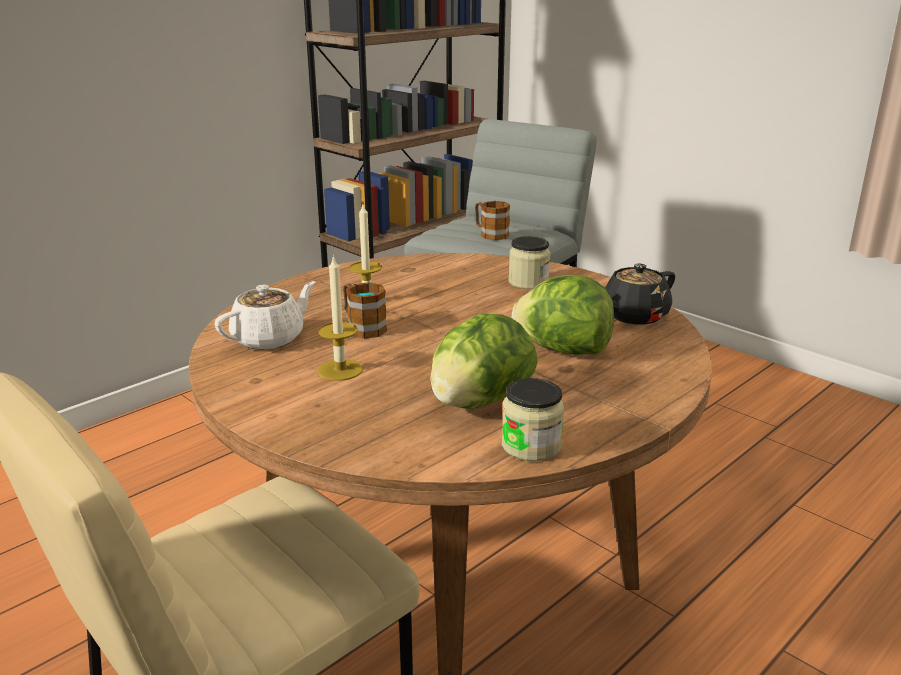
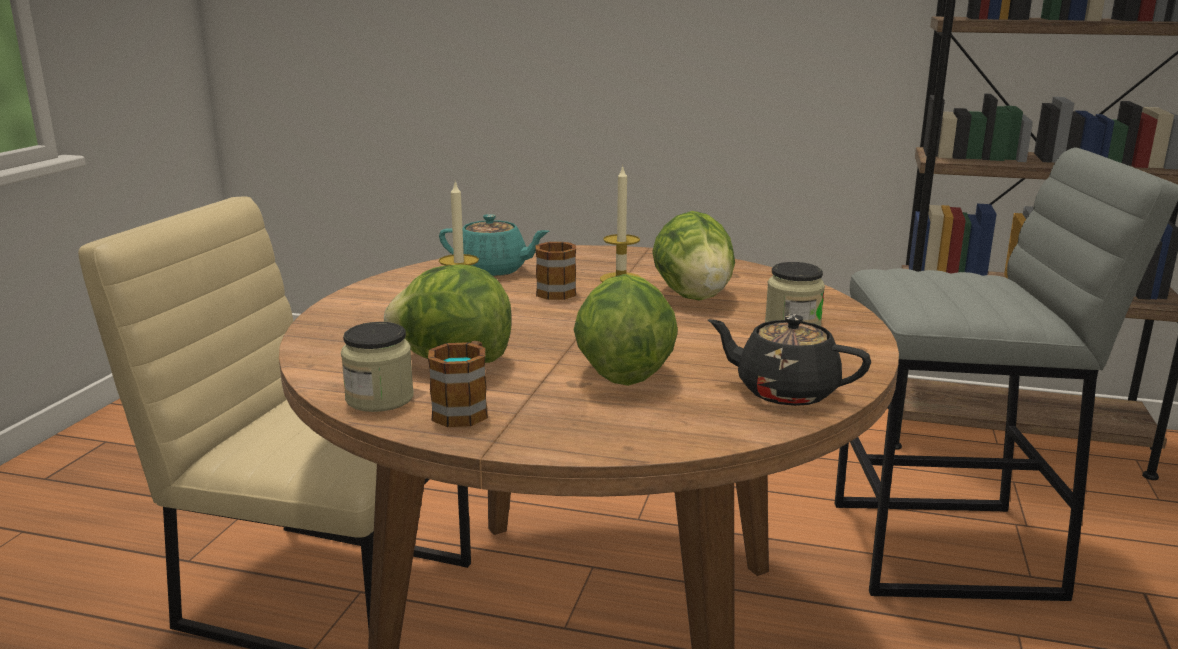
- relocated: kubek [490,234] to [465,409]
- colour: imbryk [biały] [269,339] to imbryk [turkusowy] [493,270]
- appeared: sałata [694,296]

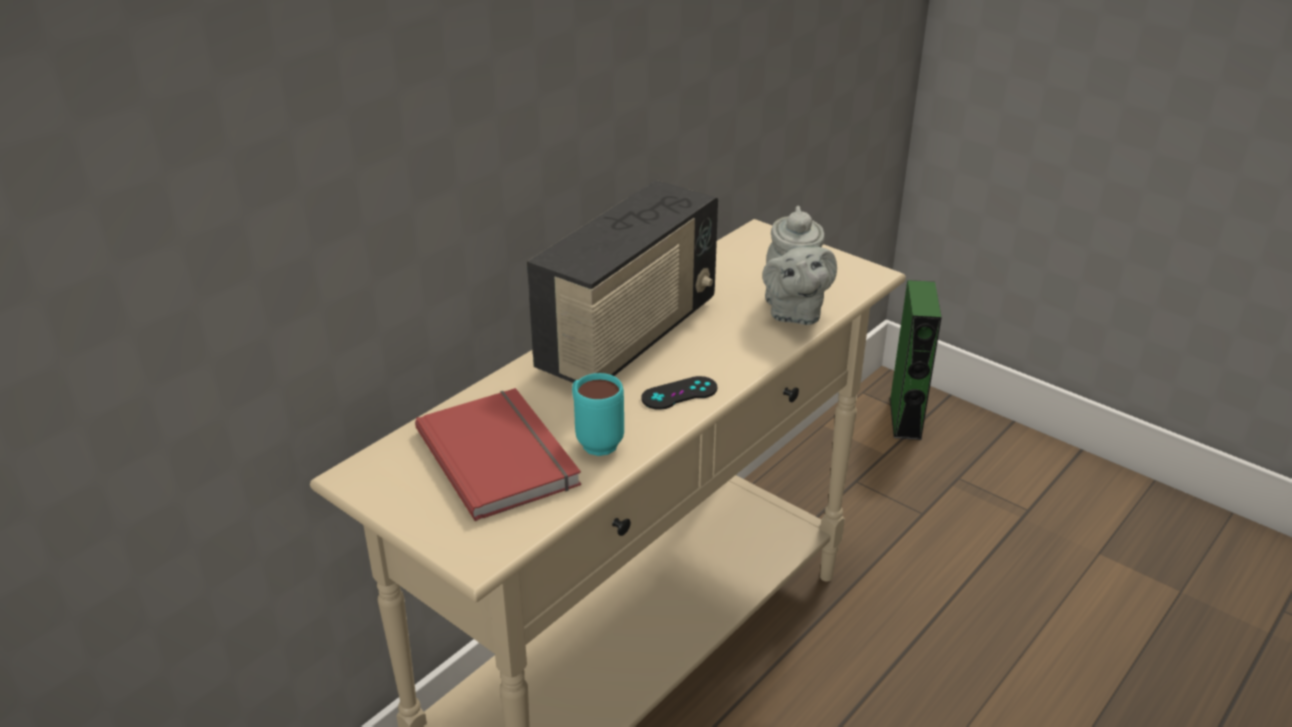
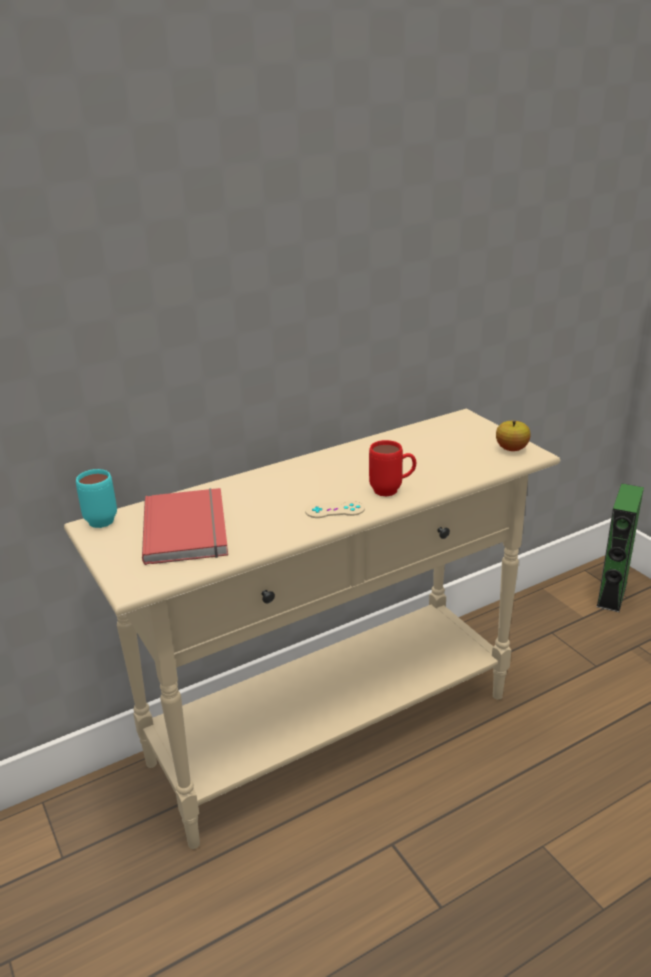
- missing: radio [629,337]
- missing: imbryk [szary] [793,312]
- relocated: kubek [turkusowy] [594,441] to [101,518]
- colour: pad do gier [czarny] [679,393] to pad do gier [beżowy] [335,510]
- appeared: jabłko [511,449]
- appeared: kubek [czerwony] [392,491]

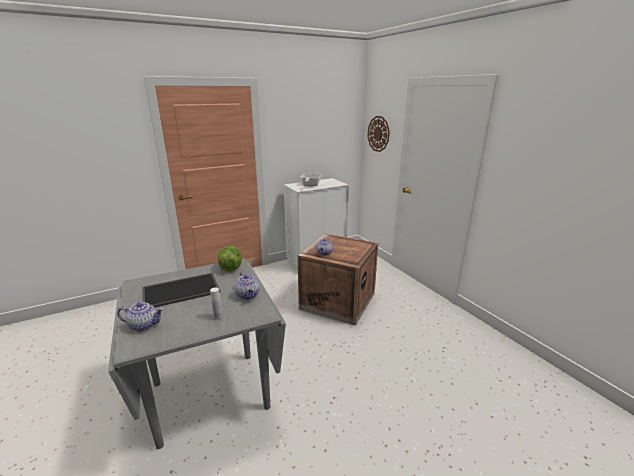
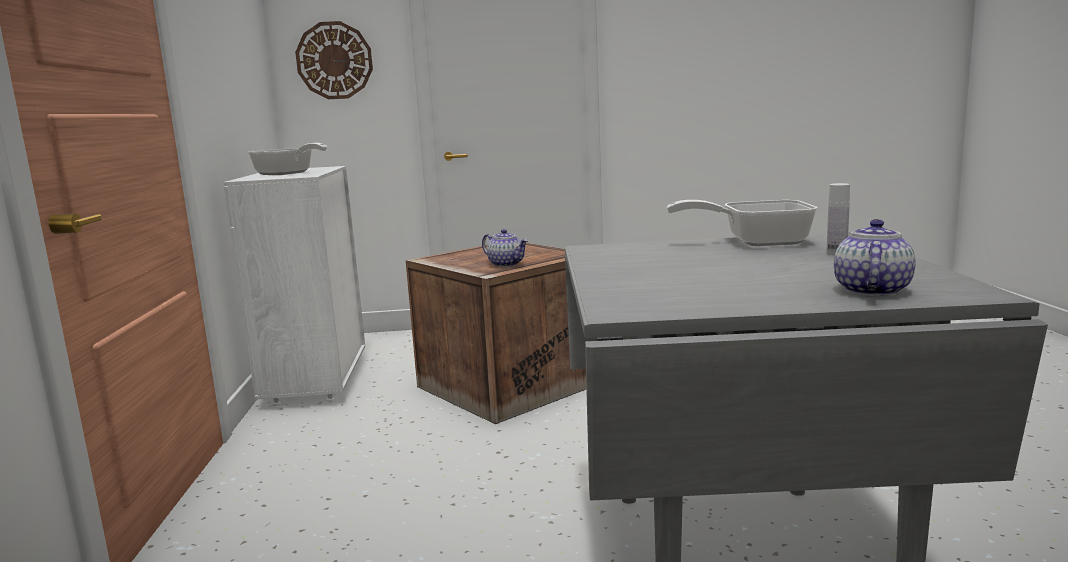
- missing: sałata [230,267]
- exchanged: imbryk [248,295] to patelnia [755,242]
- missing: taca [181,290]

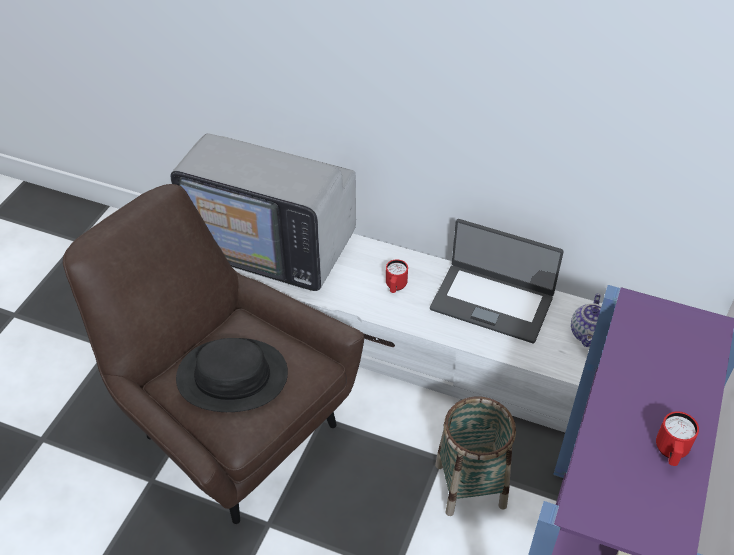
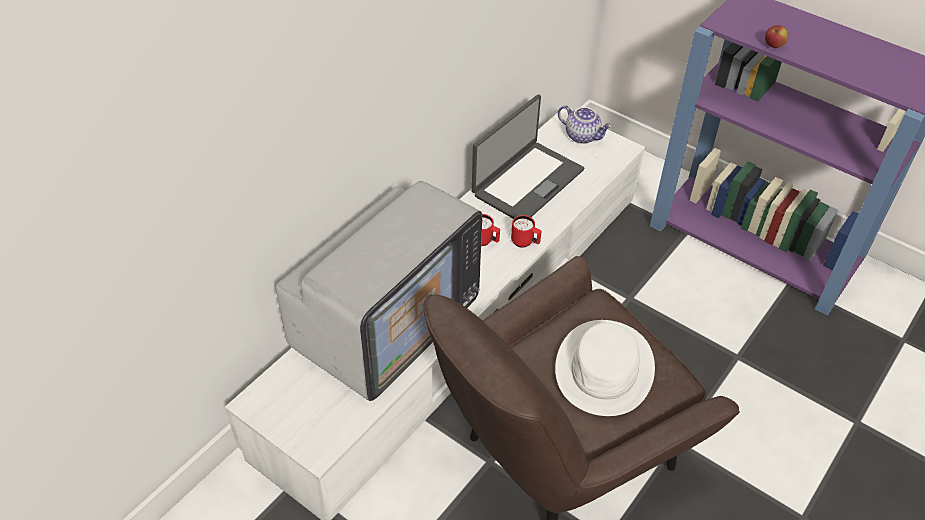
- colour: kapelusz [czarny] [232,377] to kapelusz [biały] [604,368]
- missing: koszyk [470,485]
- relocated: kubek [czerwony] [670,452] to [525,243]
- appeared: jabłko [773,46]

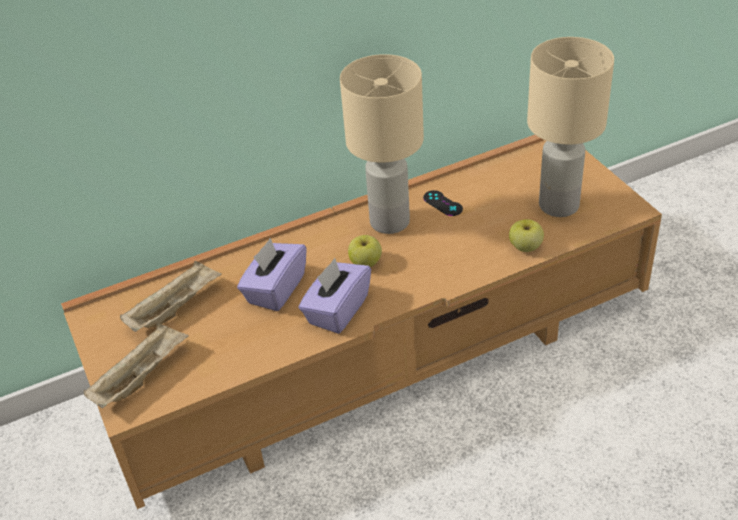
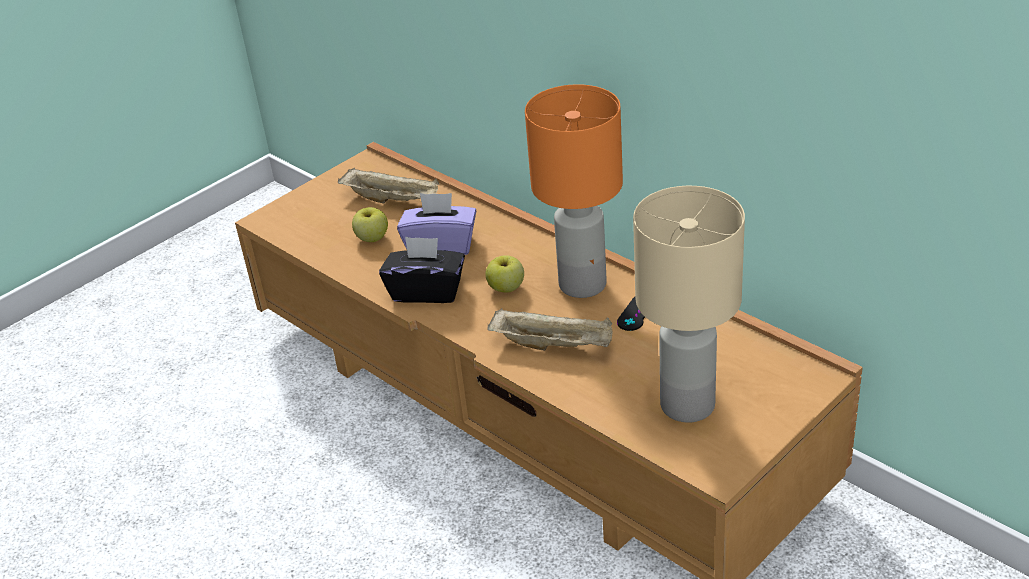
- colour: lampa stołowa [beżowy] [388,222] to lampa stołowa [pomarańczowy] [581,284]
- relocated: jabłko [525,247] to [372,238]
- colour: pudełko chusteczek [fioletowy] [337,310] to pudełko chusteczek [czarny] [427,291]
- relocated: taca [beżowy] [141,376] to [554,345]

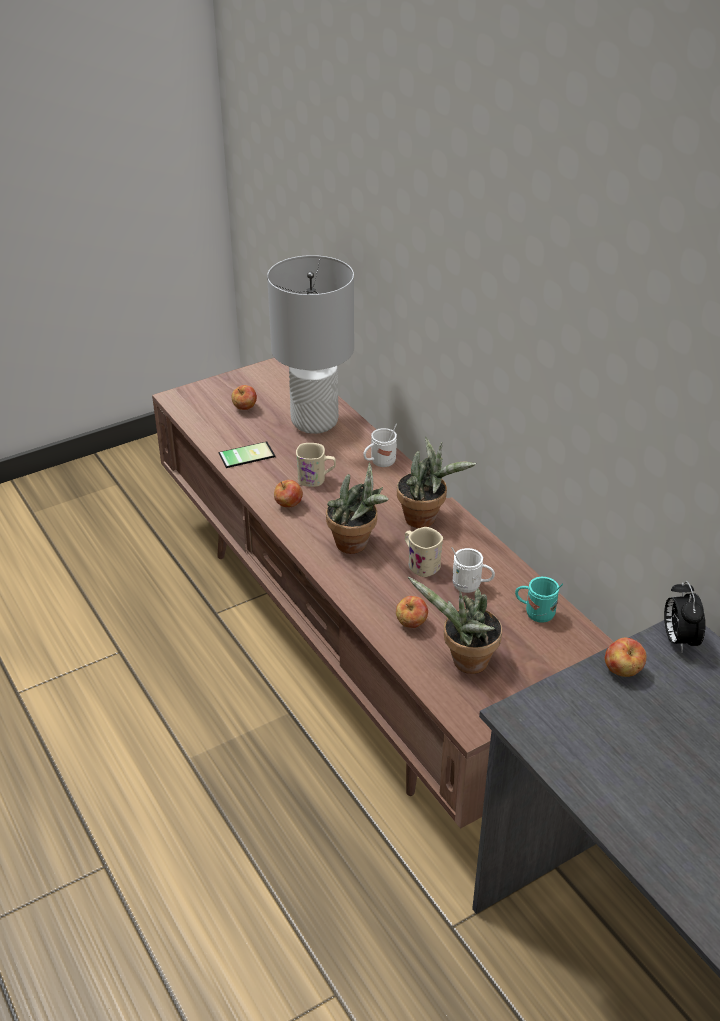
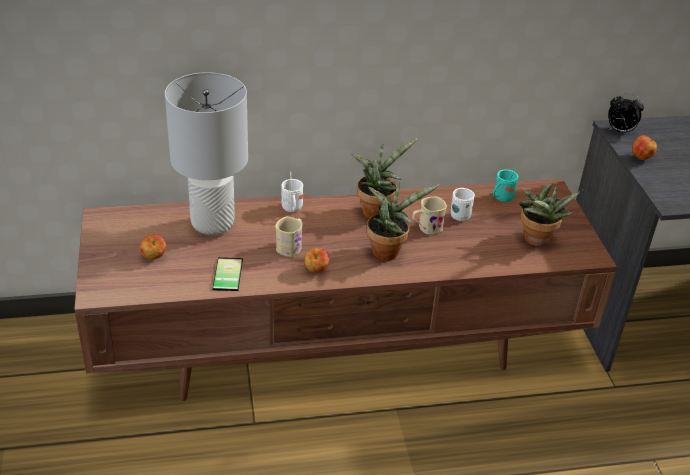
- missing: jabłko [411,624]

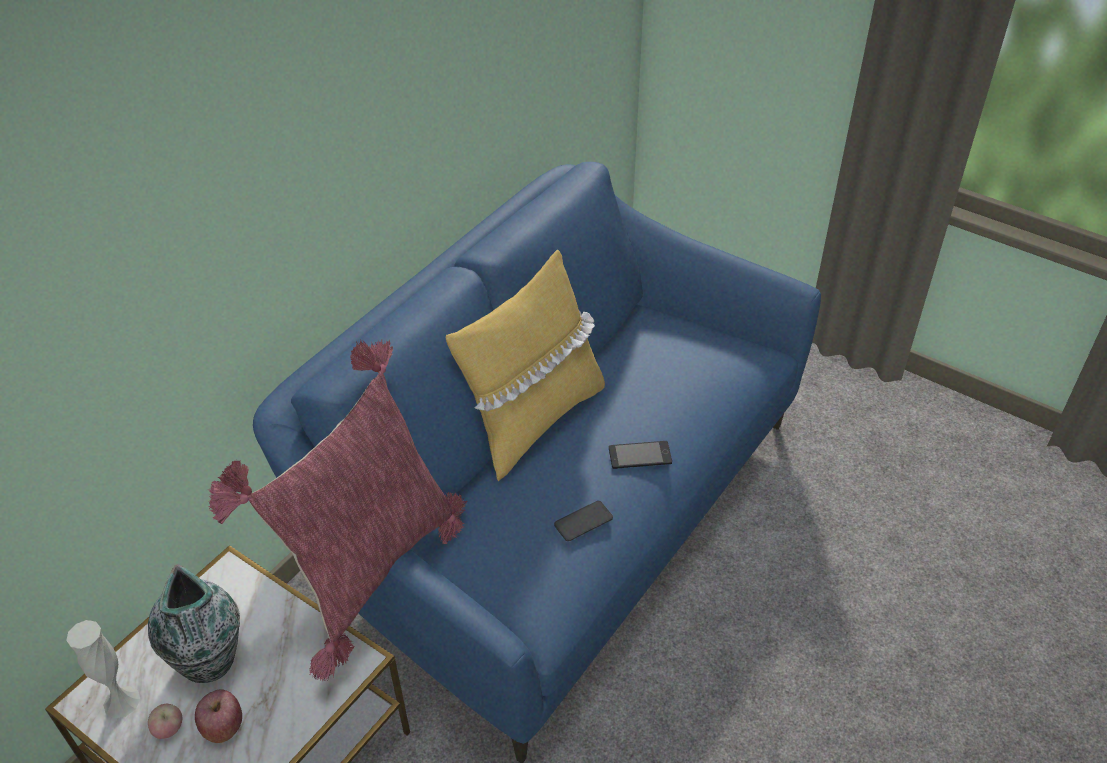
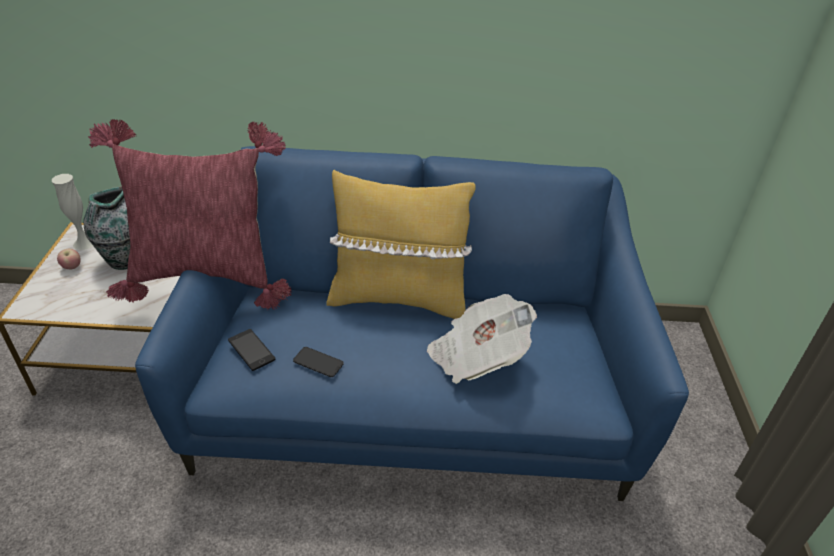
- relocated: telefon [640,455] to [251,350]
- missing: jabłko [223,727]
- appeared: gazeta [477,356]

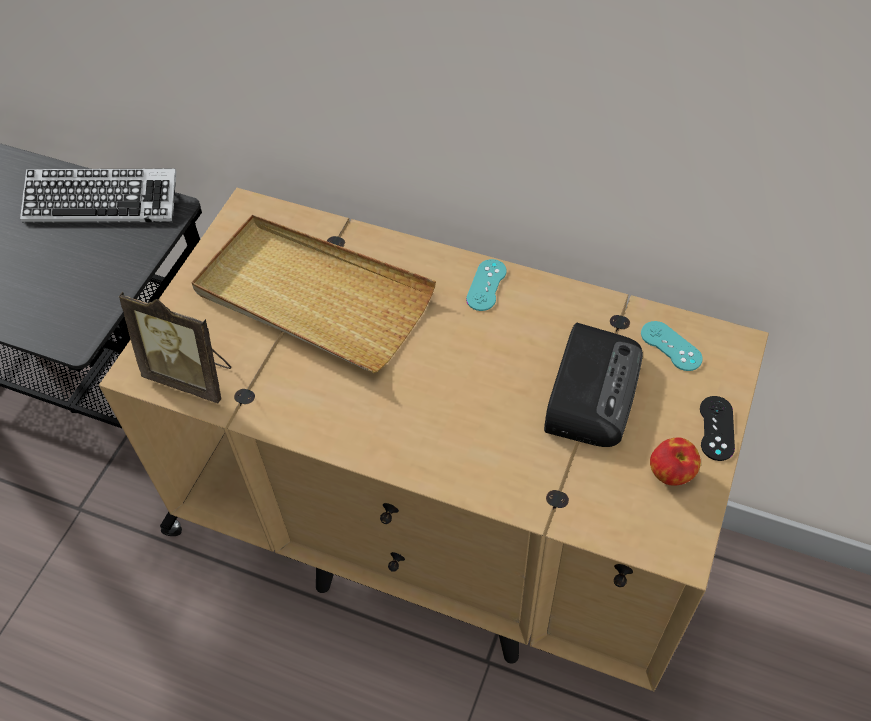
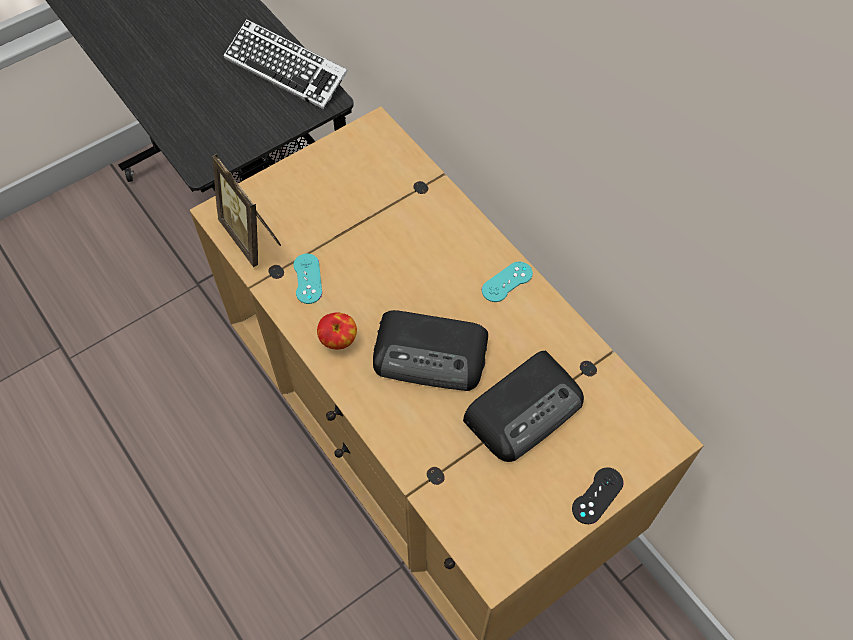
- missing: taca [beżowy] [312,297]
- relocated: pad do gier [turkusowy] [671,346] to [307,278]
- relocated: jabłko [671,473] to [338,340]
- appeared: radio [432,355]

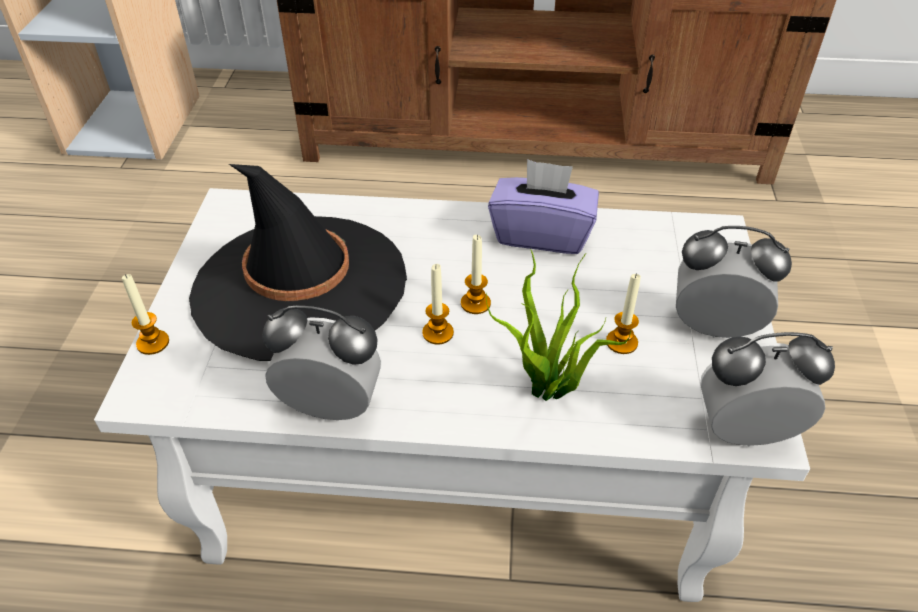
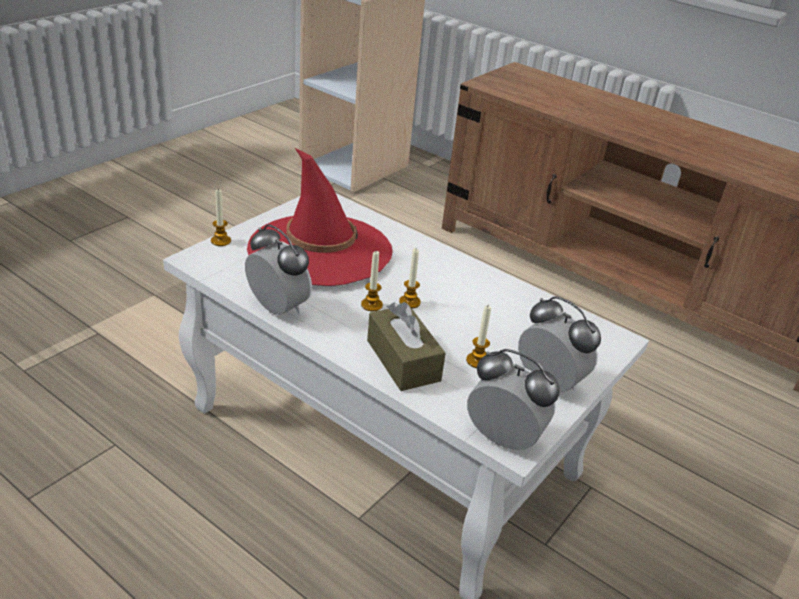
- missing: pudełko chusteczek [fioletowy] [541,234]
- colour: kapelusz [czarny] [299,286] to kapelusz [czerwony] [320,250]
- exchanged: roślina doniczkowa [547,392] to pudełko chusteczek [brązowy] [403,360]

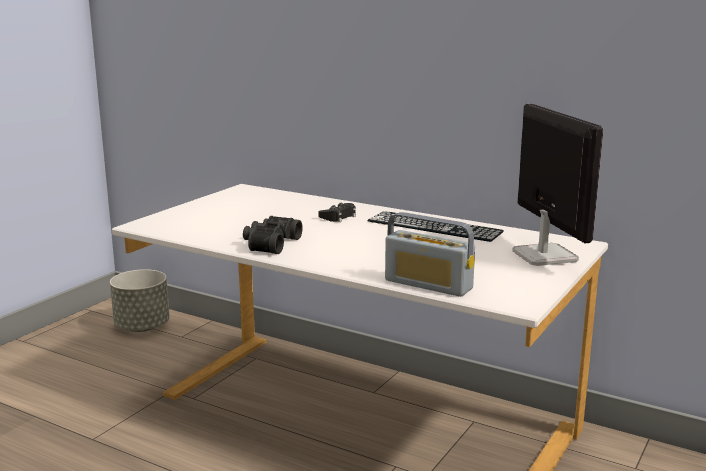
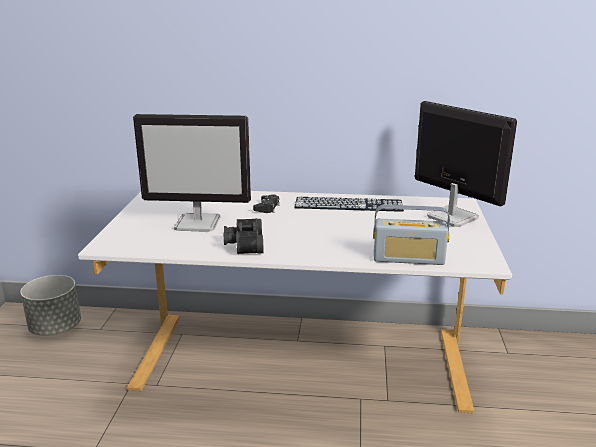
- appeared: monitor [199,223]

